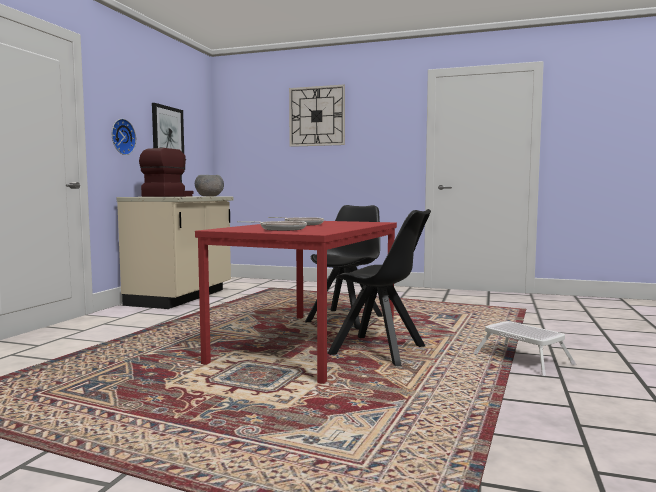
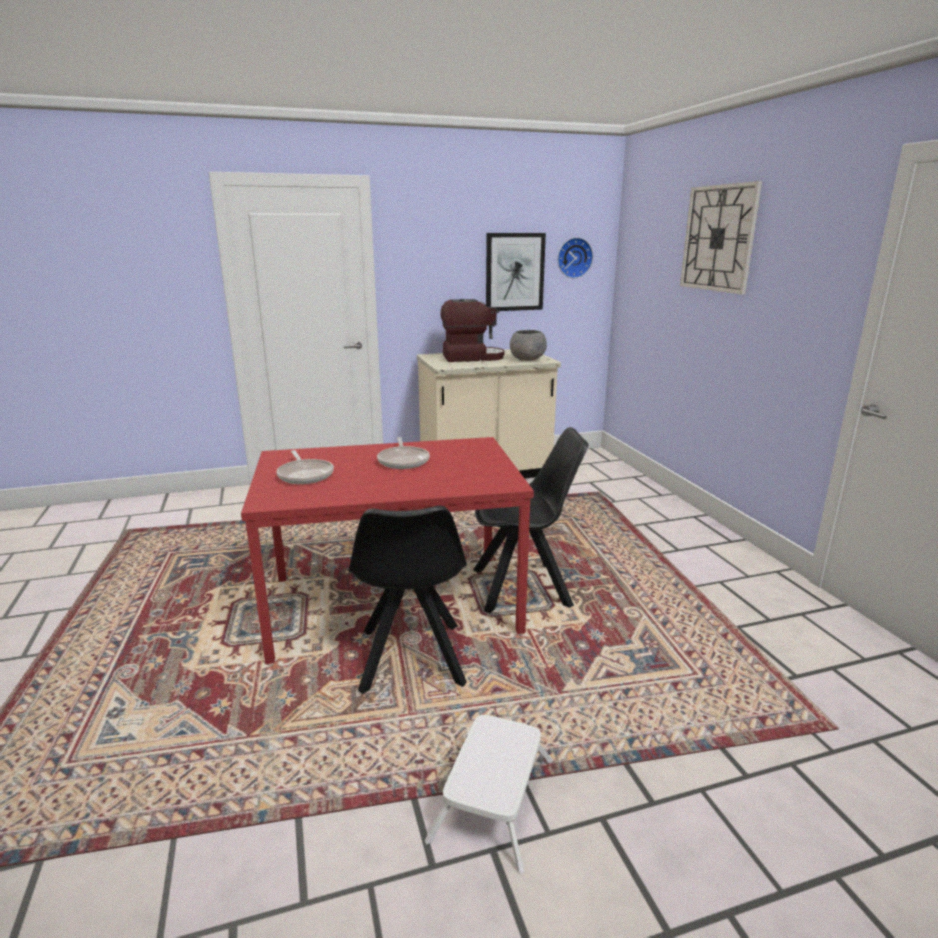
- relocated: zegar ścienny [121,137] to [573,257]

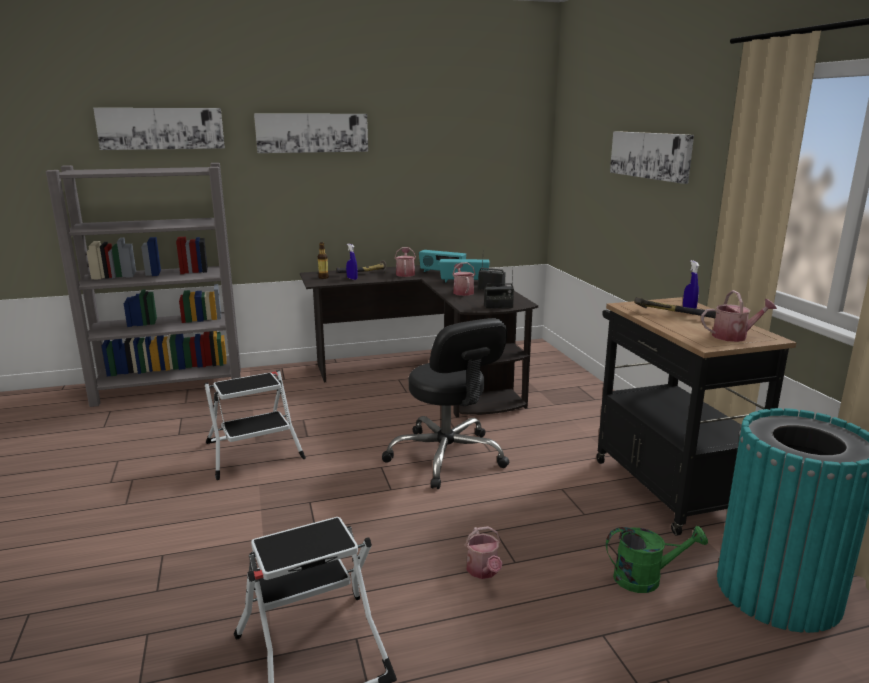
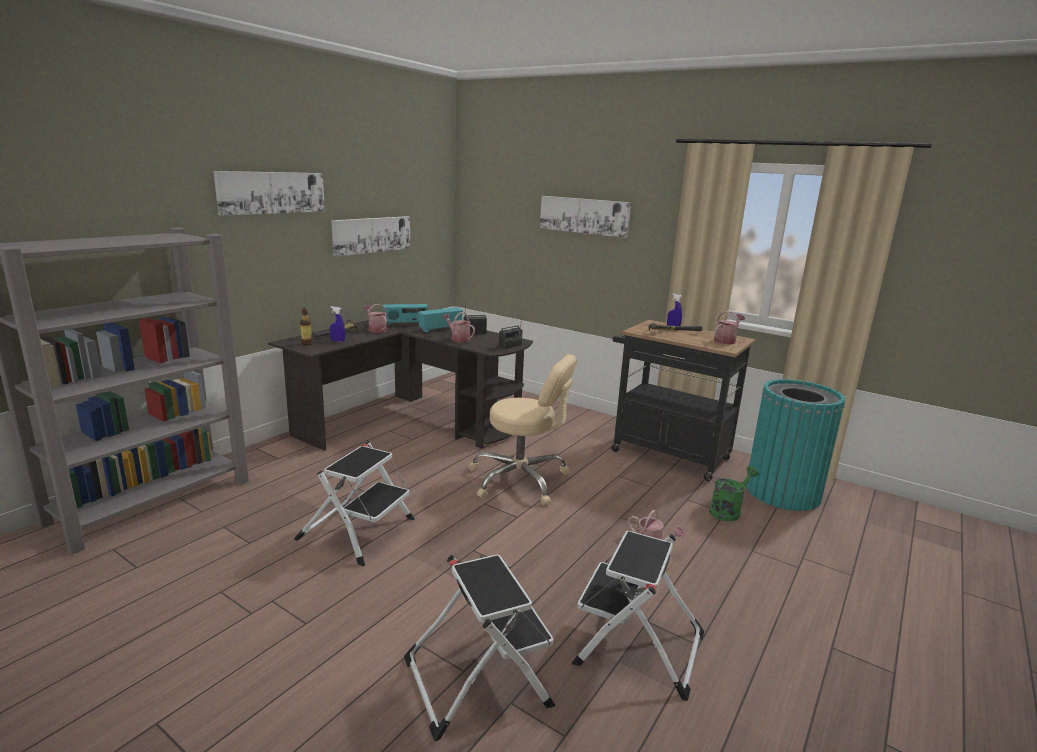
- relocated: obraz [161,128] to [372,235]
- colour: krzesło biurowe [czarny] [449,459] to krzesło biurowe [beżowy] [523,481]
- appeared: drabinka [478,676]

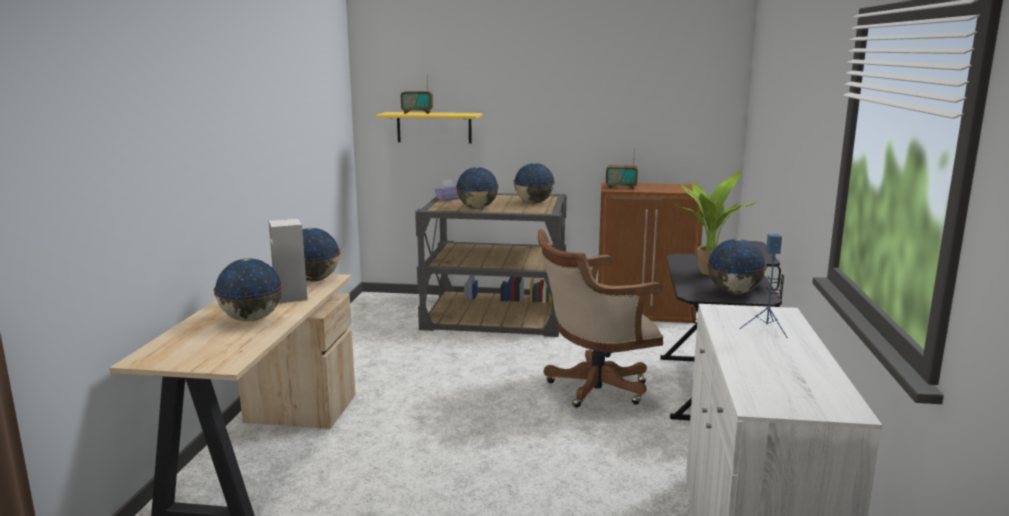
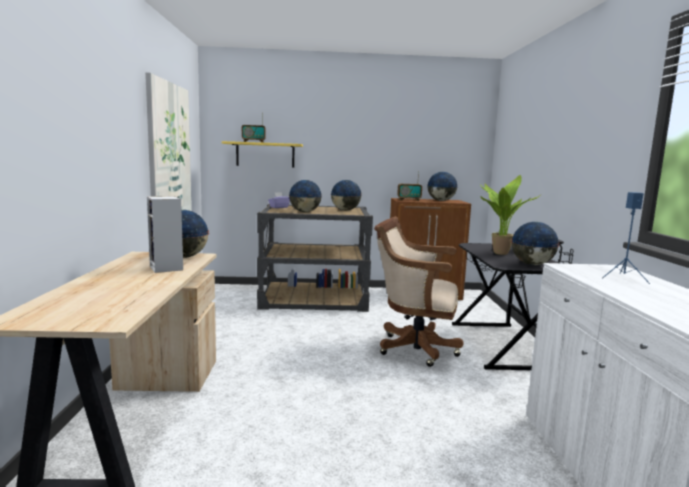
- spun: krzesło biurowe [593,389] = [413,348] 45 degrees clockwise
- relocated: globus [251,319] to [441,201]
- appeared: obraz [169,158]

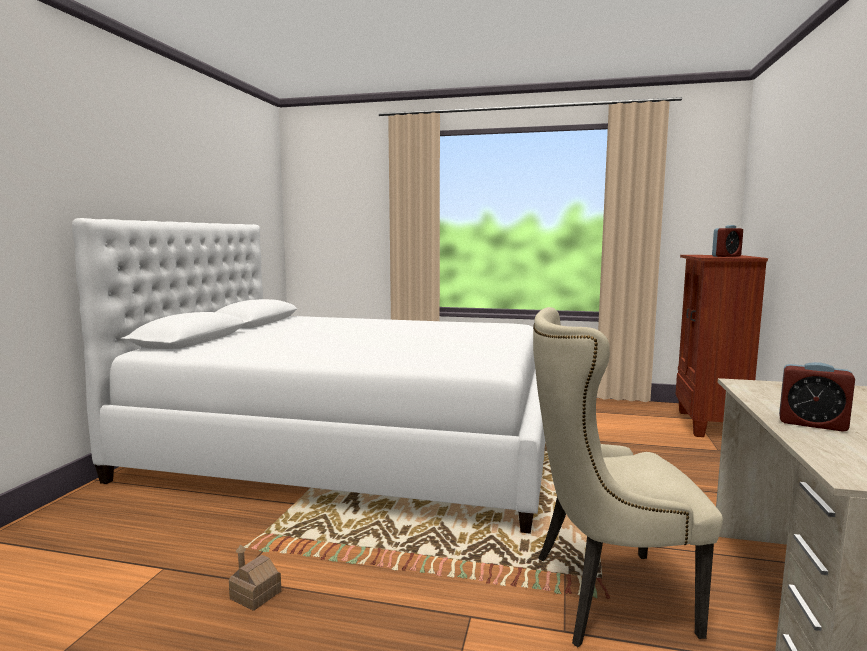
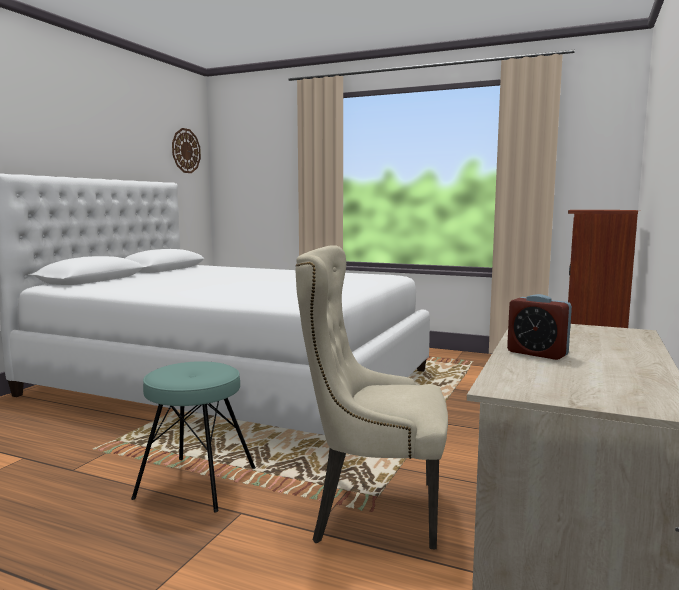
- missing: budzik [726,256]
- missing: domek [255,595]
- appeared: zegar ścienny [186,151]
- appeared: stołek [turkusowy] [197,483]

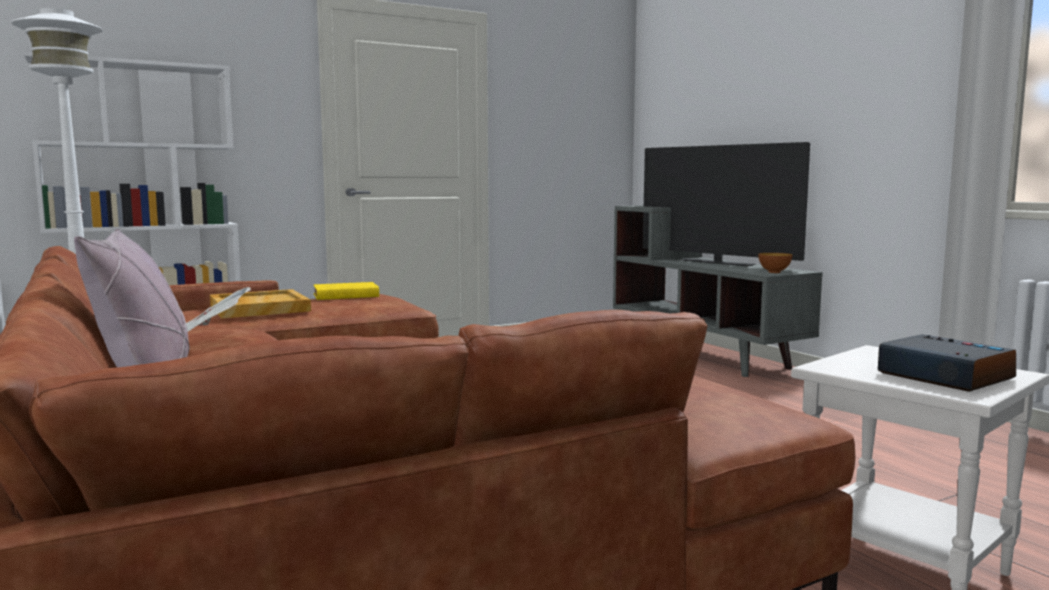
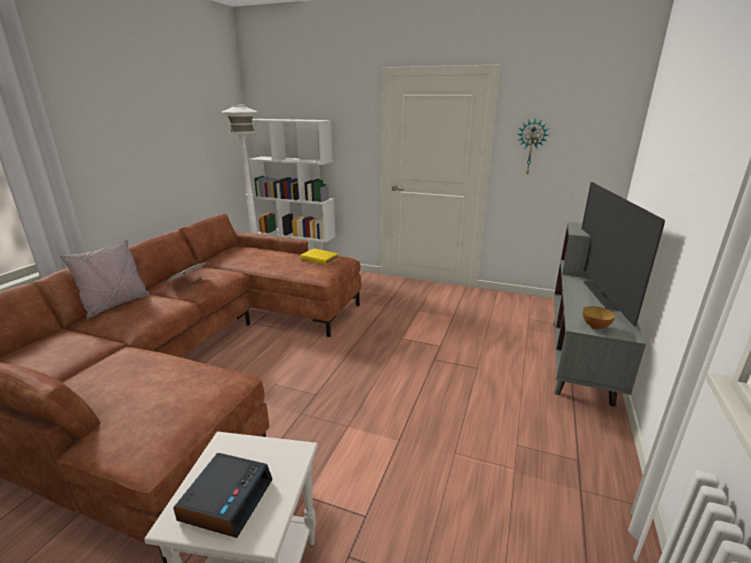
- missing: taca [beżowy] [258,308]
- appeared: zegar ścienny [531,147]

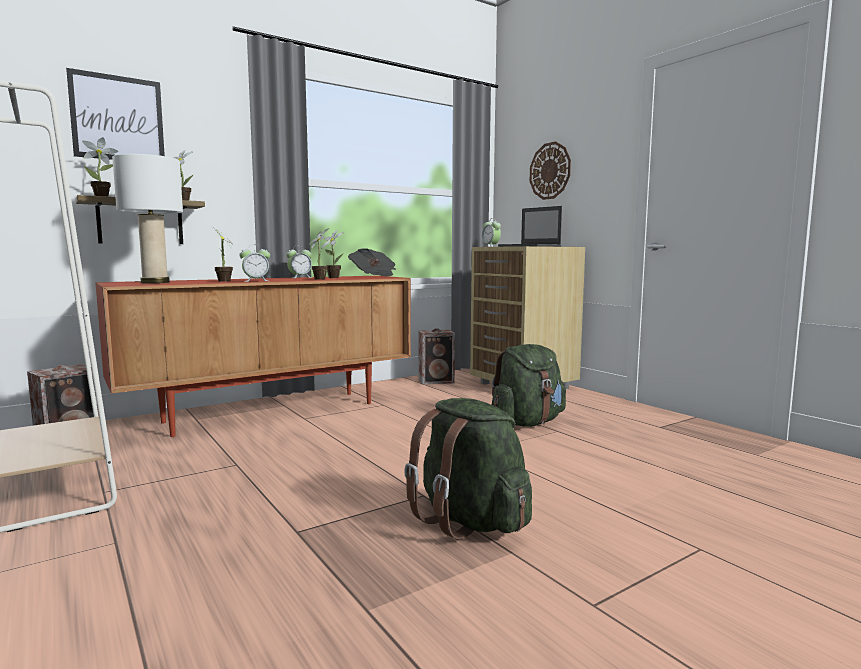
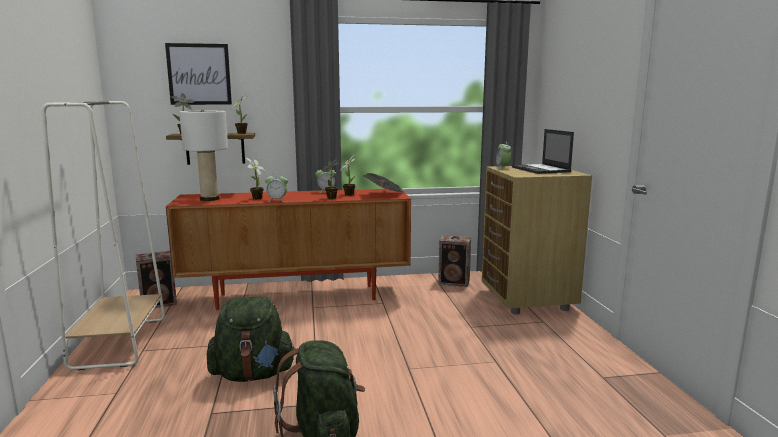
- missing: zegar ścienny [550,171]
- relocated: plecak [zielony] [527,423] to [252,374]

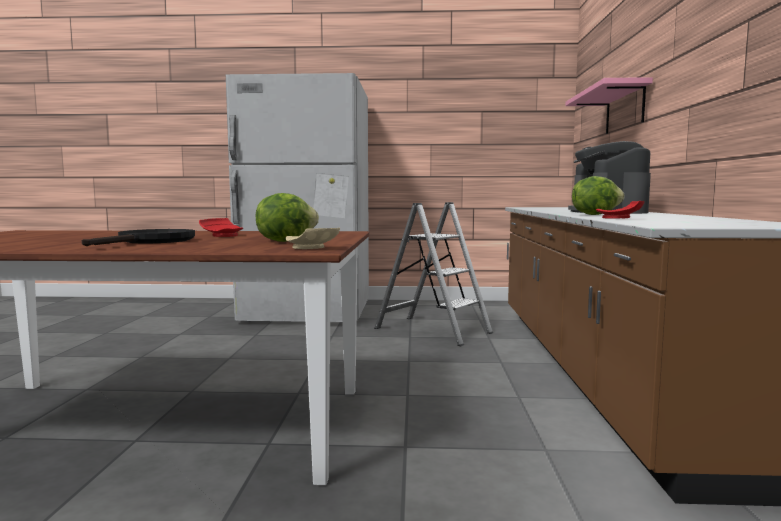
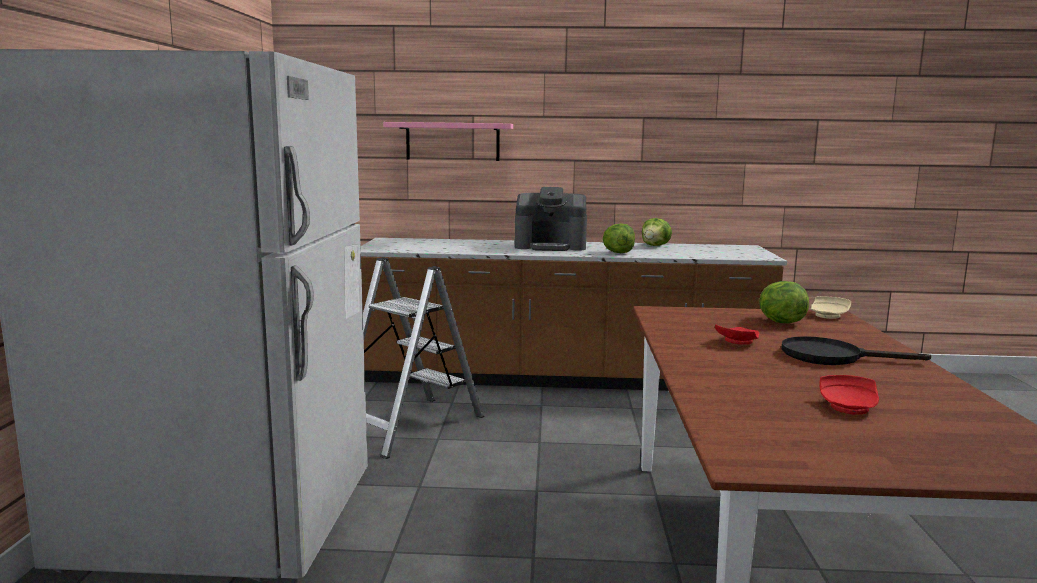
- relocated: talerz [czerwony] [620,218] to [849,406]
- appeared: sałata [655,246]

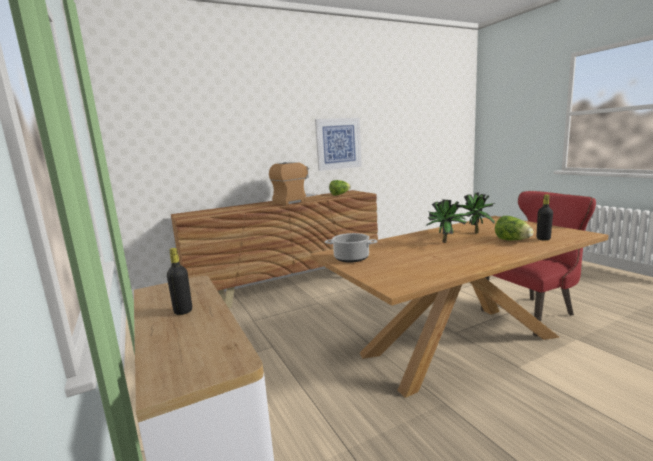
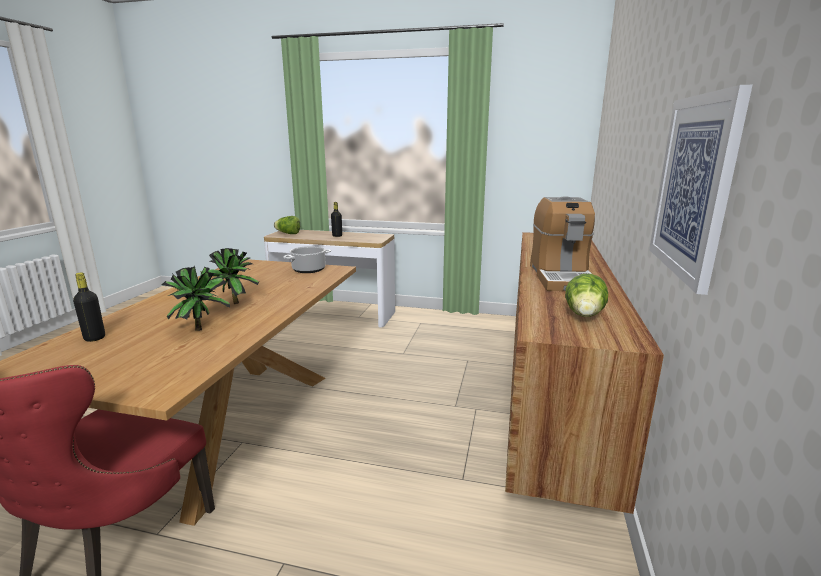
- relocated: sałata [512,240] to [288,234]

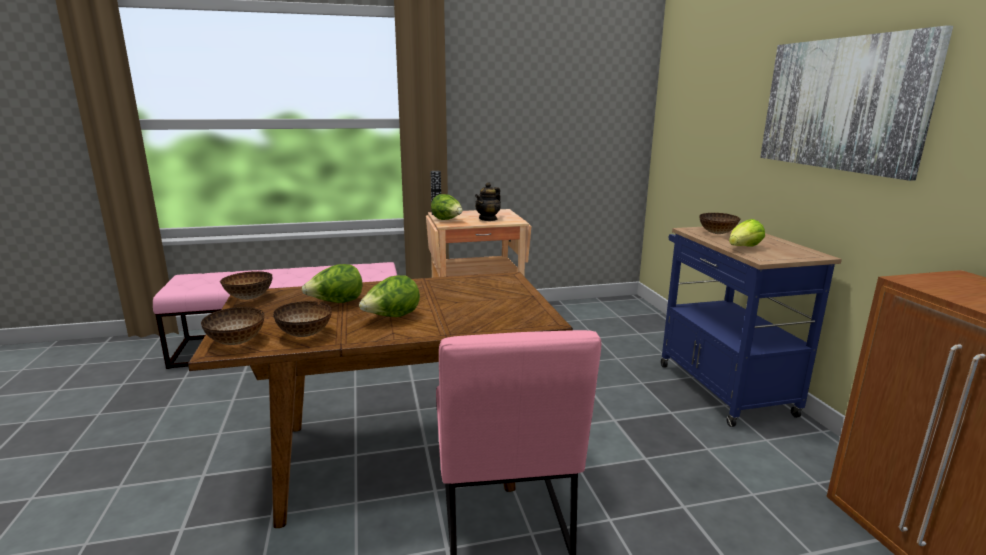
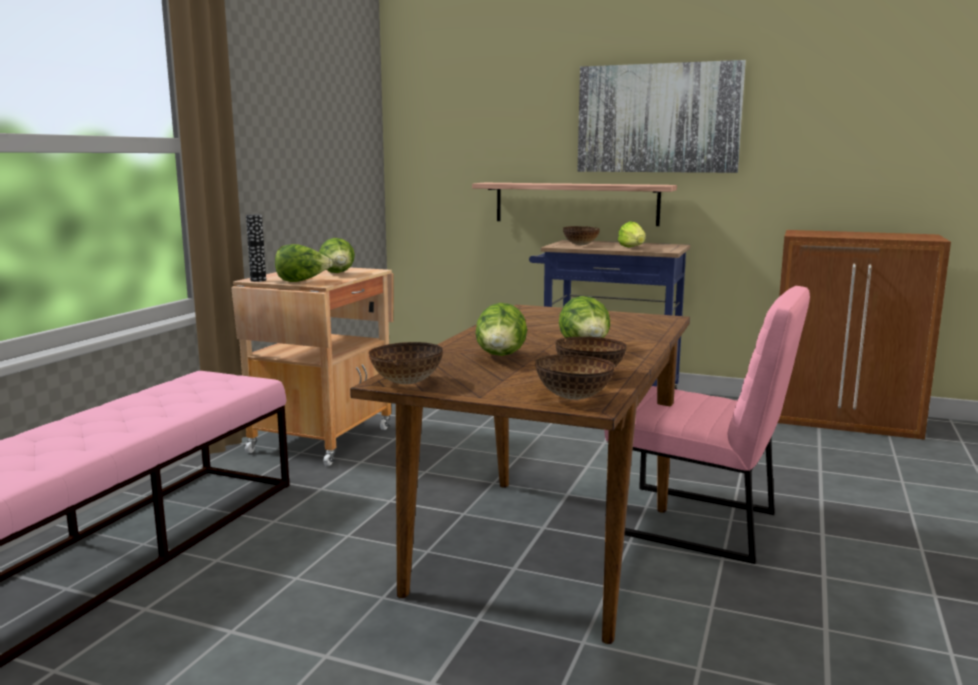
- exchanged: imbryk [488,219] to sałata [338,273]
- appeared: półka [575,203]

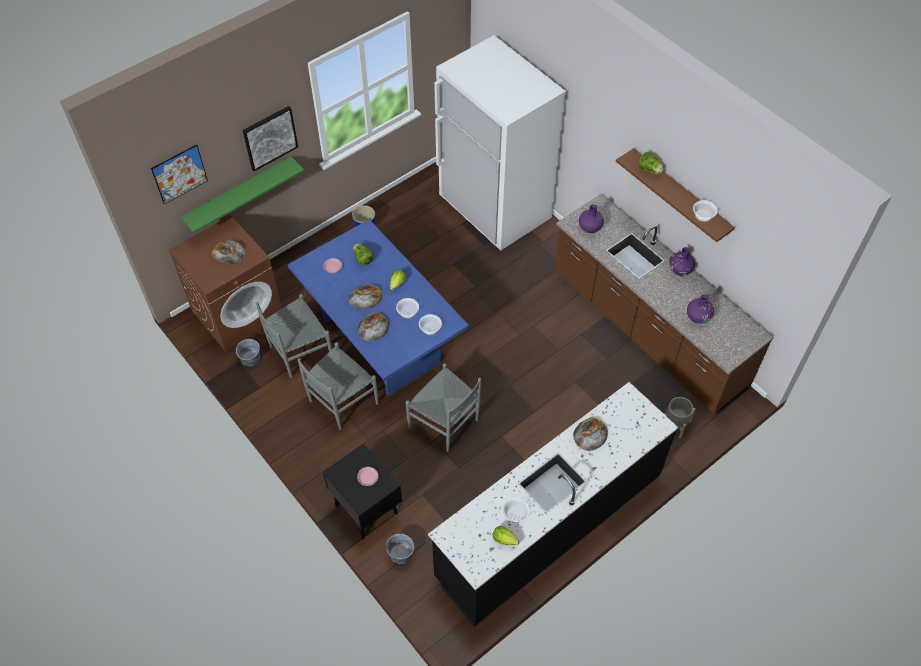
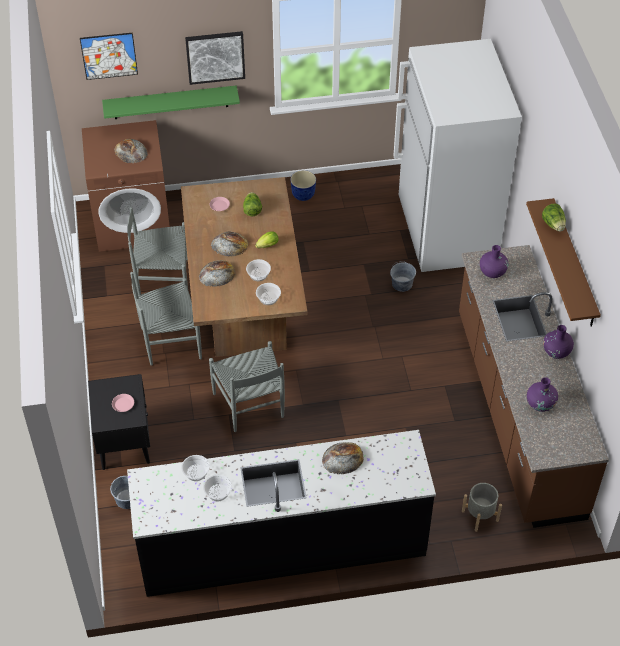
- relocated: miska [703,215] to [195,472]
- colour: stół jadalny [niebieski] [382,341] to stół jadalny [brązowy] [245,304]
- relocated: wiadro [szary] [250,358] to [402,284]
- missing: sałata [506,540]

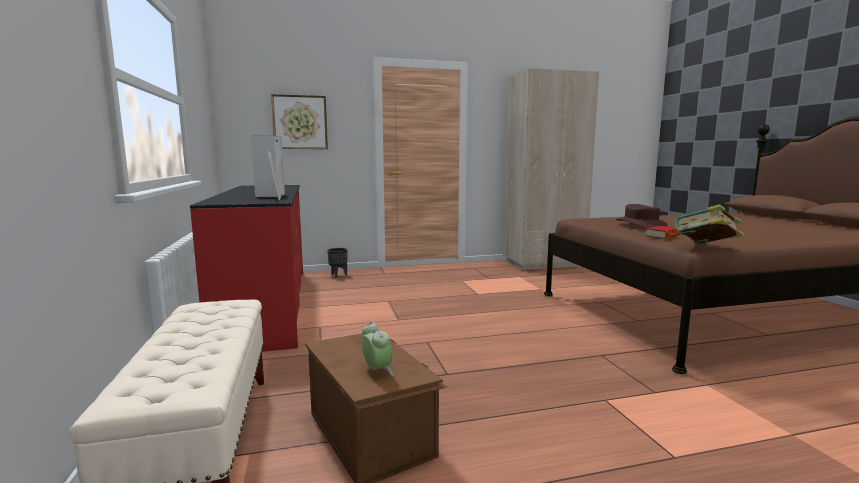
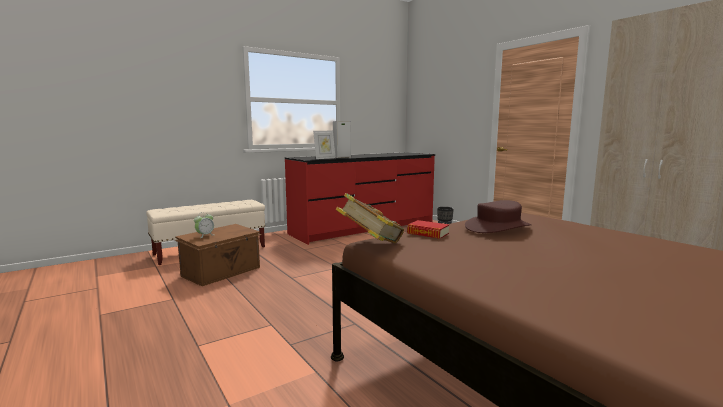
- missing: obraz [300,122]

